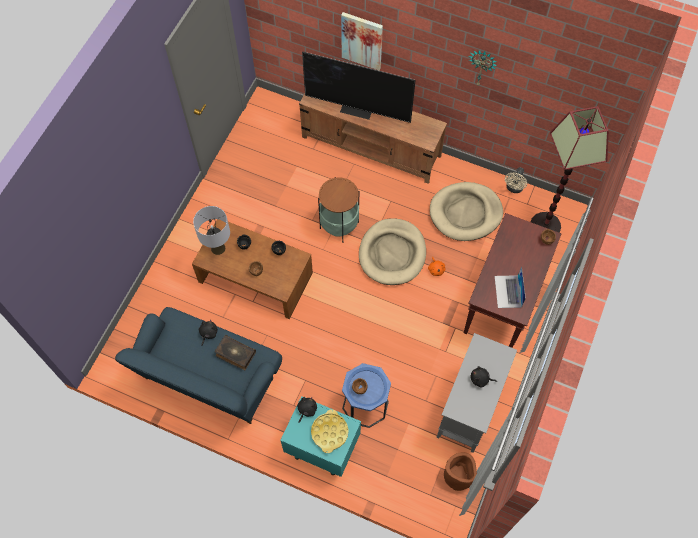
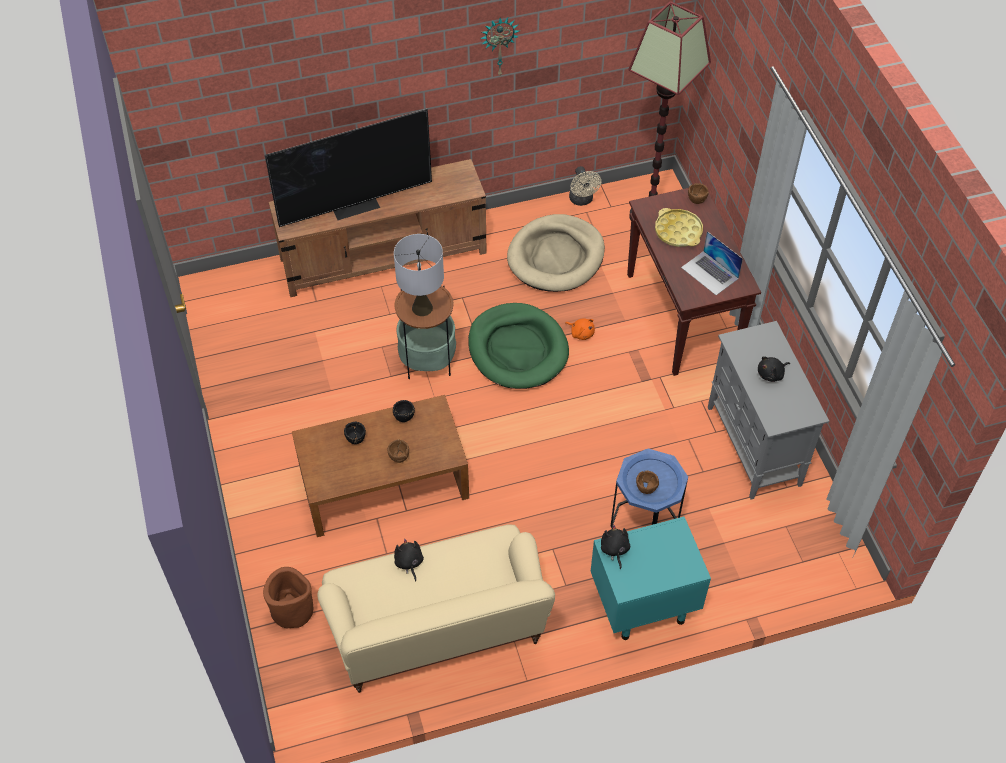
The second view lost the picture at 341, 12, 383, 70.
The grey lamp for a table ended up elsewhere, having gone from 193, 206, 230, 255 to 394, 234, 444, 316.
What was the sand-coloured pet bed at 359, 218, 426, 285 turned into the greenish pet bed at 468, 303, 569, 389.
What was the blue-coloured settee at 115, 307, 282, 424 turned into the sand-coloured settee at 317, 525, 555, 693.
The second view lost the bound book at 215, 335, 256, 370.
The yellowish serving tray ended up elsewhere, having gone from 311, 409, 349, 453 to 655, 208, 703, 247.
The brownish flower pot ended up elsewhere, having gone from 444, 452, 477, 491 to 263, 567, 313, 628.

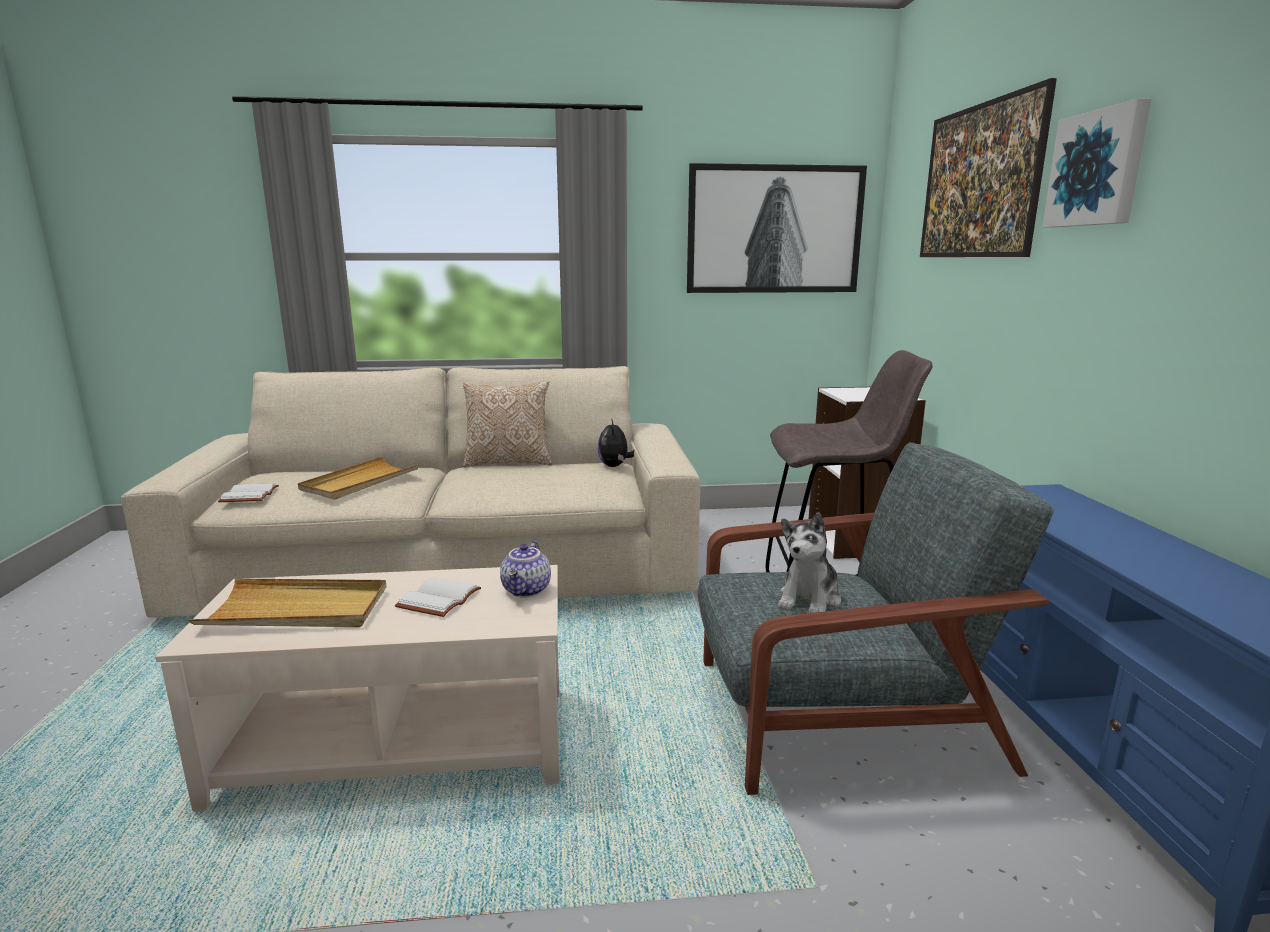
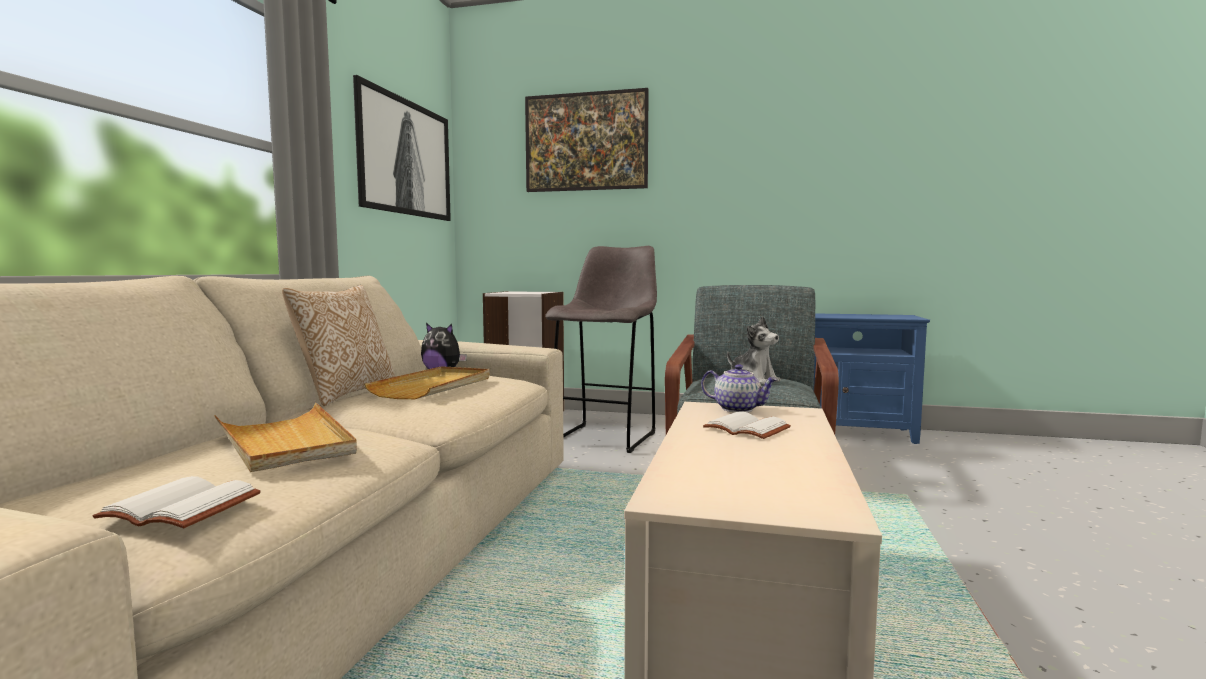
The second view lost the picture at 1042, 98, 1151, 228.
The sand-coloured serving tray ended up elsewhere, having gone from 189, 579, 387, 627 to 364, 366, 490, 399.

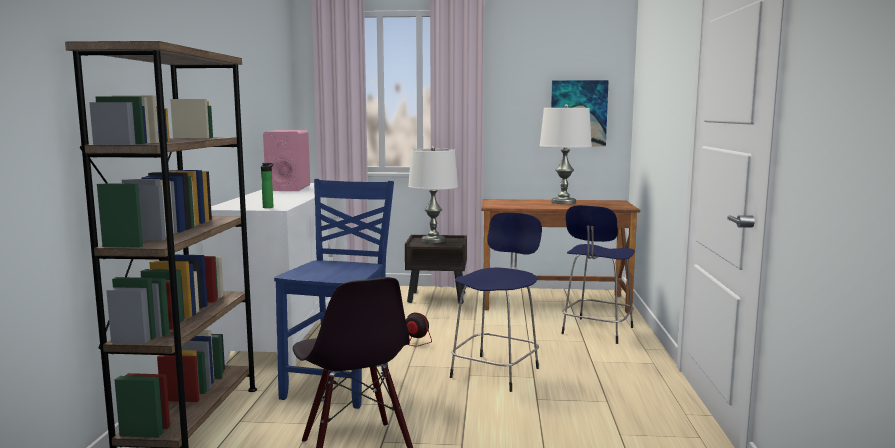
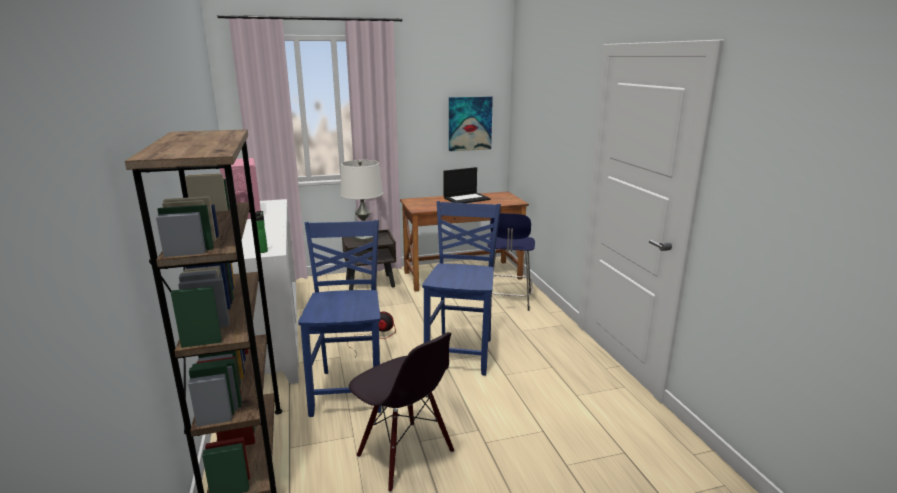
Where the whitish lamp for a table stood at 540, 104, 592, 204, the laptop came to stand at 443, 167, 491, 203.
Where the blue-coloured sitting stool stood at 450, 212, 542, 392, the blue-coloured chair came to stand at 422, 201, 501, 376.

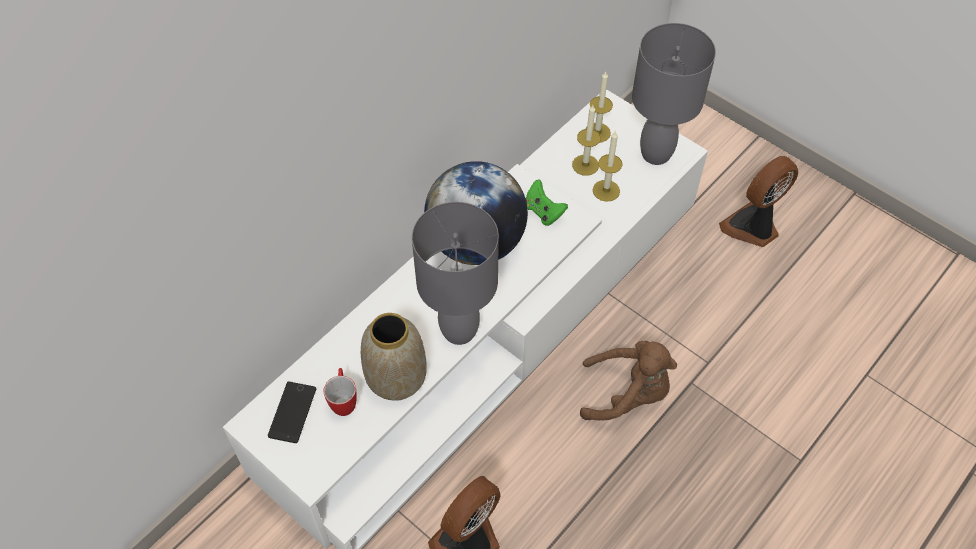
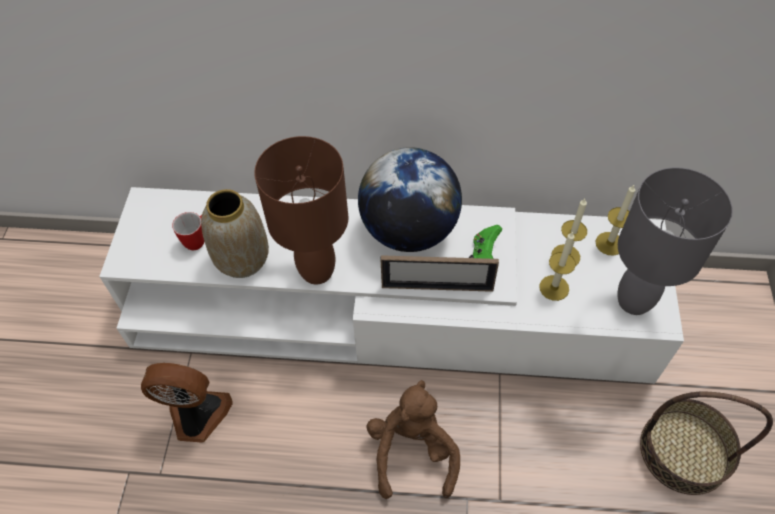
Where the electric fan stood at 719, 156, 798, 247, the storage basket came to stand at 640, 392, 773, 495.
What was the grey lamp for a table at 412, 202, 499, 345 turned into the brownish lamp for a table at 254, 136, 348, 285.
The brownish soft toy at 580, 341, 677, 420 ended up facing another way, 150 degrees counterclockwise from before.
The second view lost the telephone at 268, 382, 316, 443.
The second view gained the picture frame at 381, 255, 499, 292.

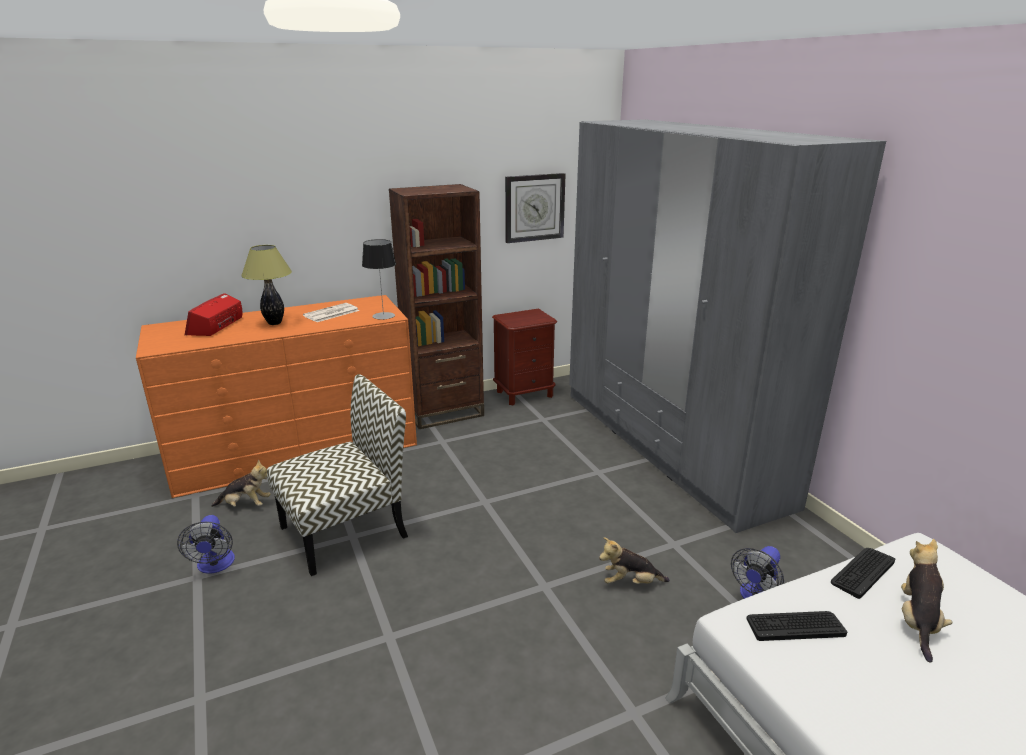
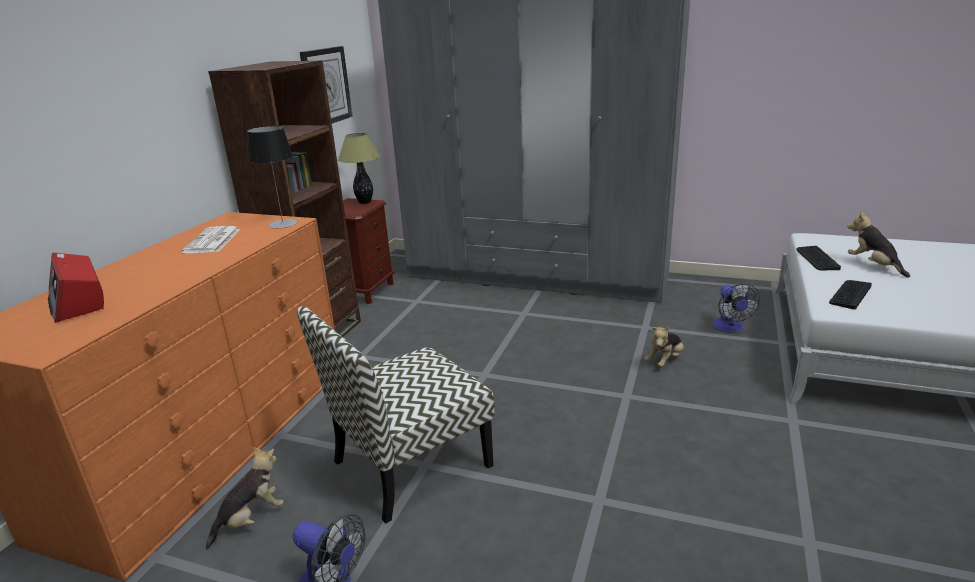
The lamp for a table ended up elsewhere, having gone from 241, 245, 292, 325 to 338, 133, 380, 204.
The chair at 267, 374, 408, 576 ended up facing another way, 135 degrees counterclockwise from before.

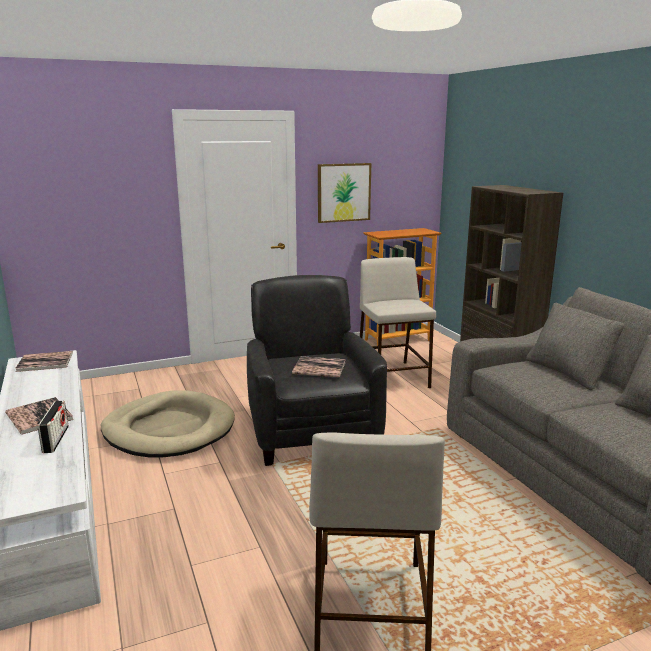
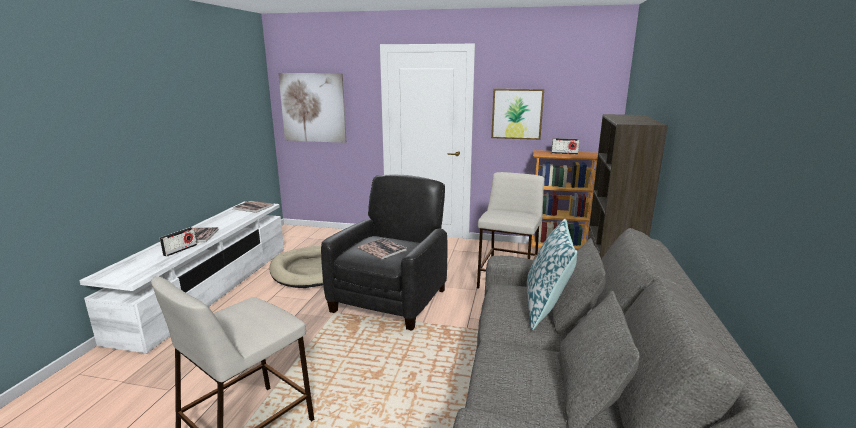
The second view gained the picture at 278, 73, 346, 143.
The second view gained the radio set at 551, 138, 580, 154.
The second view gained the pillow at 527, 219, 577, 330.

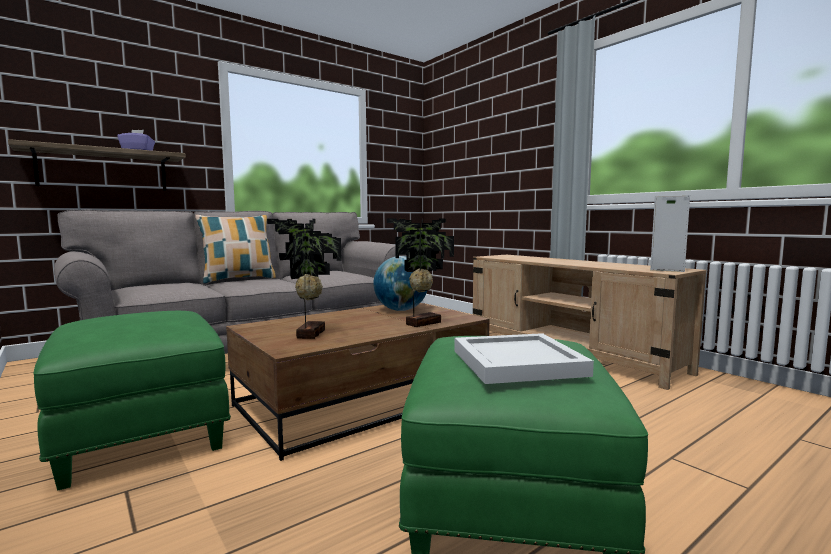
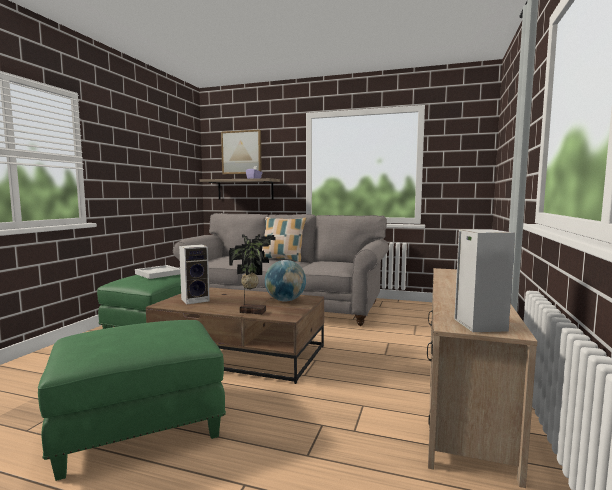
Where the plant in a pot stood at 267, 219, 342, 339, the audio speaker came to stand at 179, 244, 210, 304.
The whitish serving tray ended up elsewhere, having gone from 454, 333, 594, 384 to 135, 265, 180, 279.
The second view gained the picture at 221, 130, 262, 174.

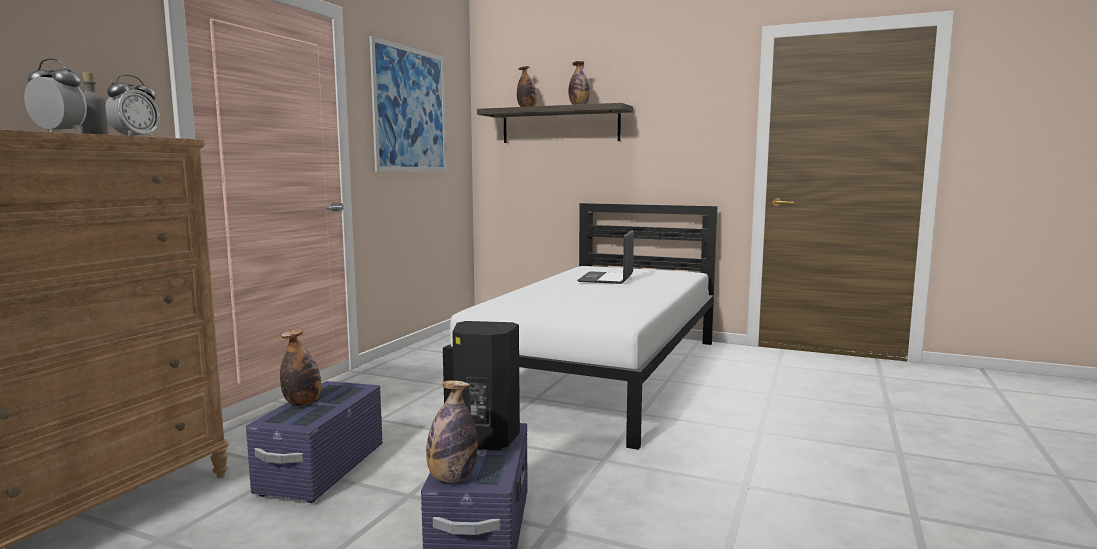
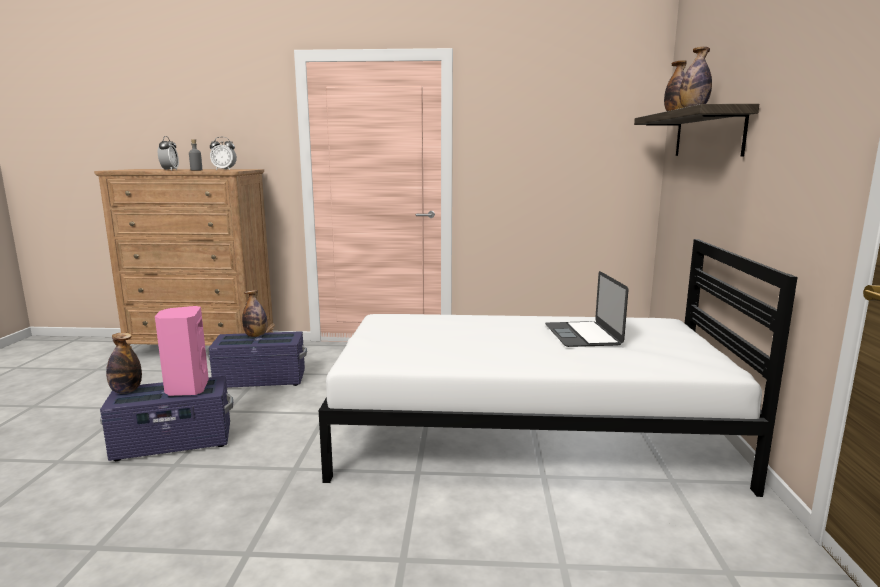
The second view lost the picture at 370, 36, 446, 171.
The laptop at 577, 230, 634, 284 ended up facing another way, 90 degrees counterclockwise from before.
What was the blackish audio speaker at 452, 321, 520, 450 turned into the pinkish audio speaker at 155, 306, 209, 396.

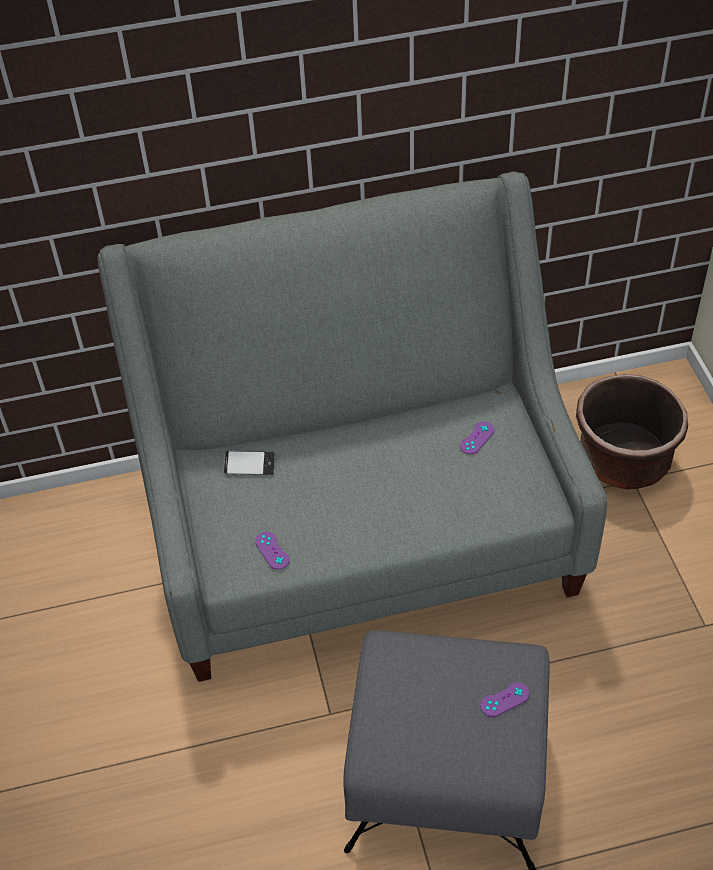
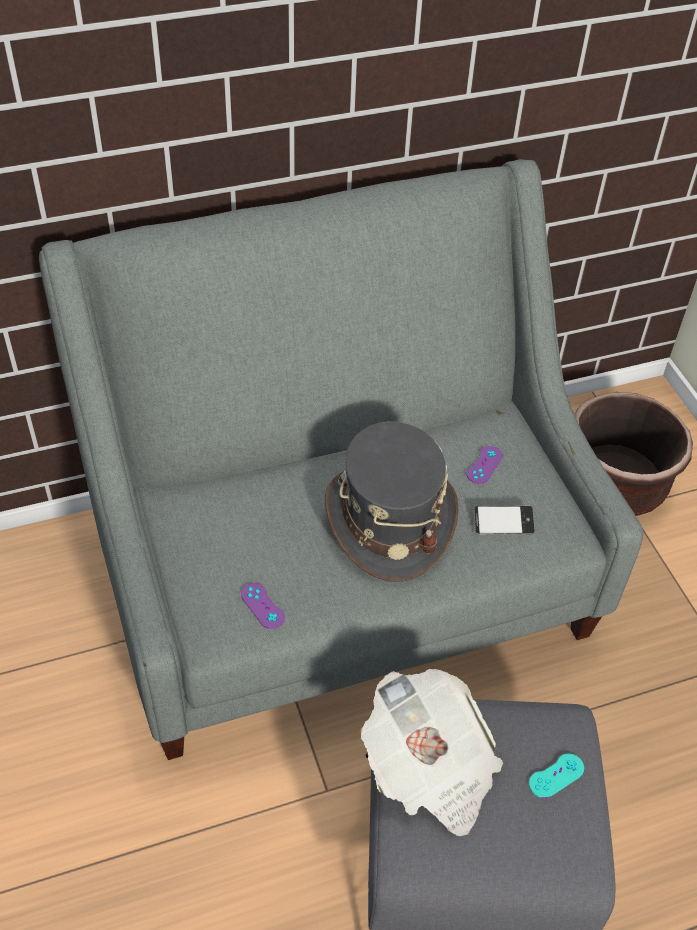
The telephone ended up elsewhere, having gone from 224, 451, 275, 476 to 474, 506, 535, 535.
What was the purple-coloured joypad at 480, 682, 529, 717 turned into the turquoise joypad at 529, 753, 584, 798.
The second view gained the grey clothing hat at 325, 421, 459, 582.
The second view gained the printed paper at 361, 669, 503, 836.

